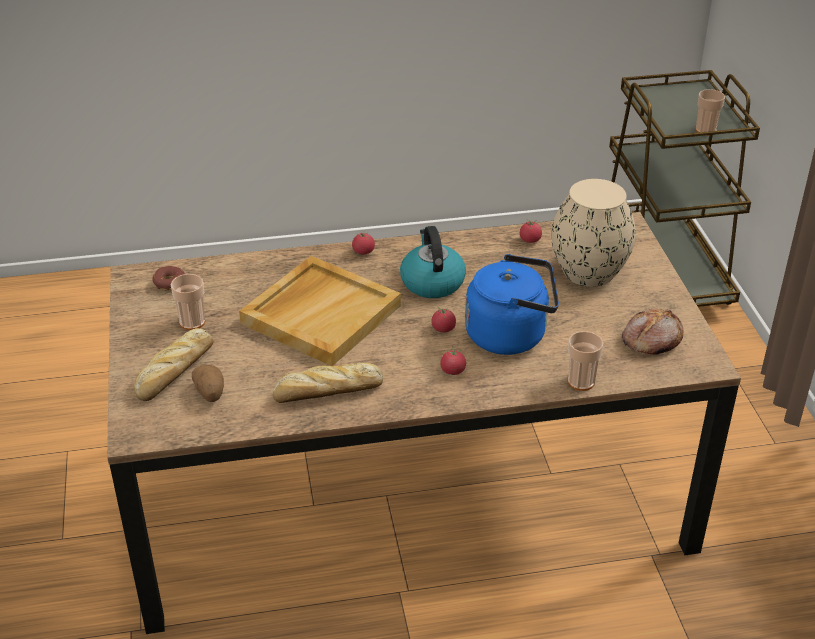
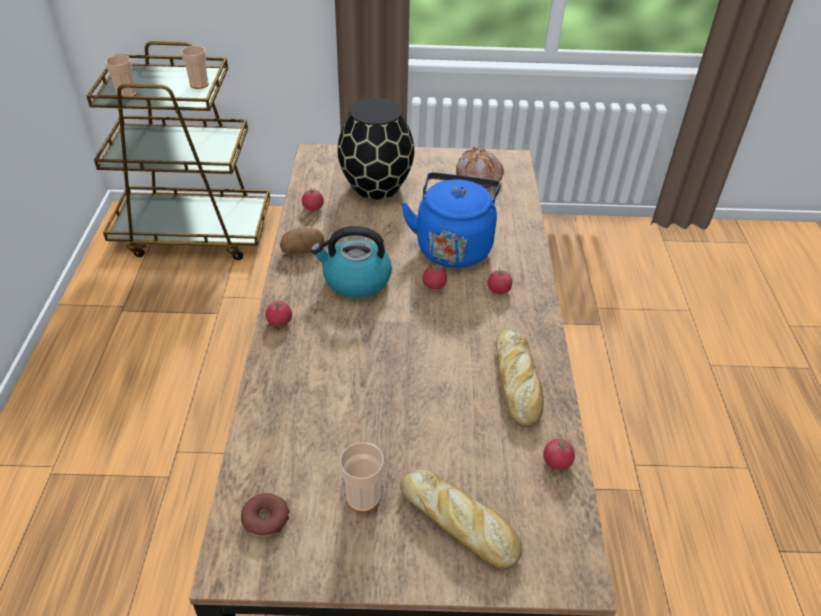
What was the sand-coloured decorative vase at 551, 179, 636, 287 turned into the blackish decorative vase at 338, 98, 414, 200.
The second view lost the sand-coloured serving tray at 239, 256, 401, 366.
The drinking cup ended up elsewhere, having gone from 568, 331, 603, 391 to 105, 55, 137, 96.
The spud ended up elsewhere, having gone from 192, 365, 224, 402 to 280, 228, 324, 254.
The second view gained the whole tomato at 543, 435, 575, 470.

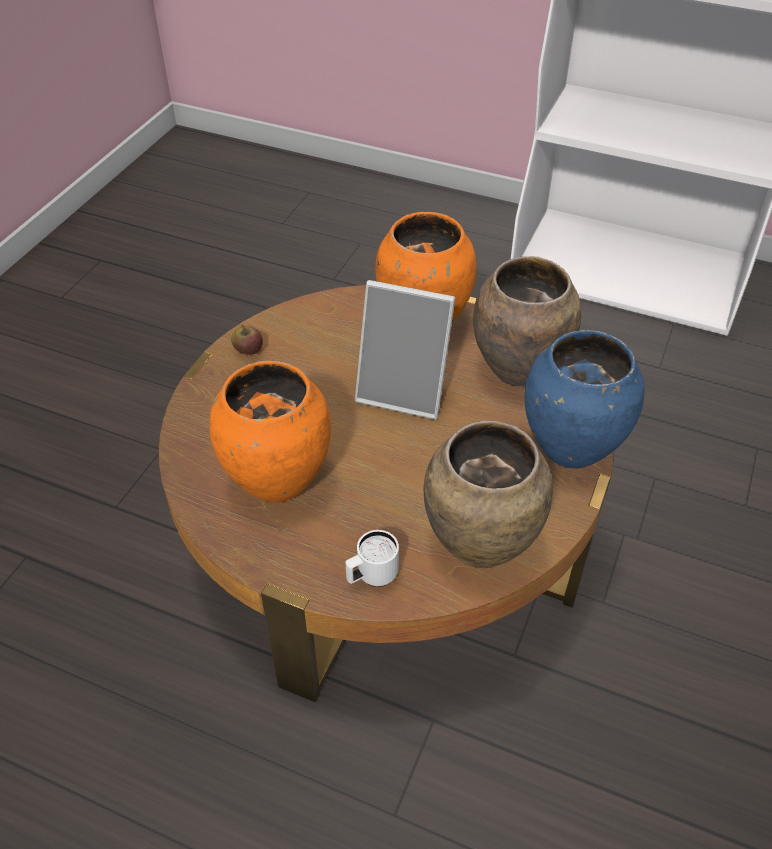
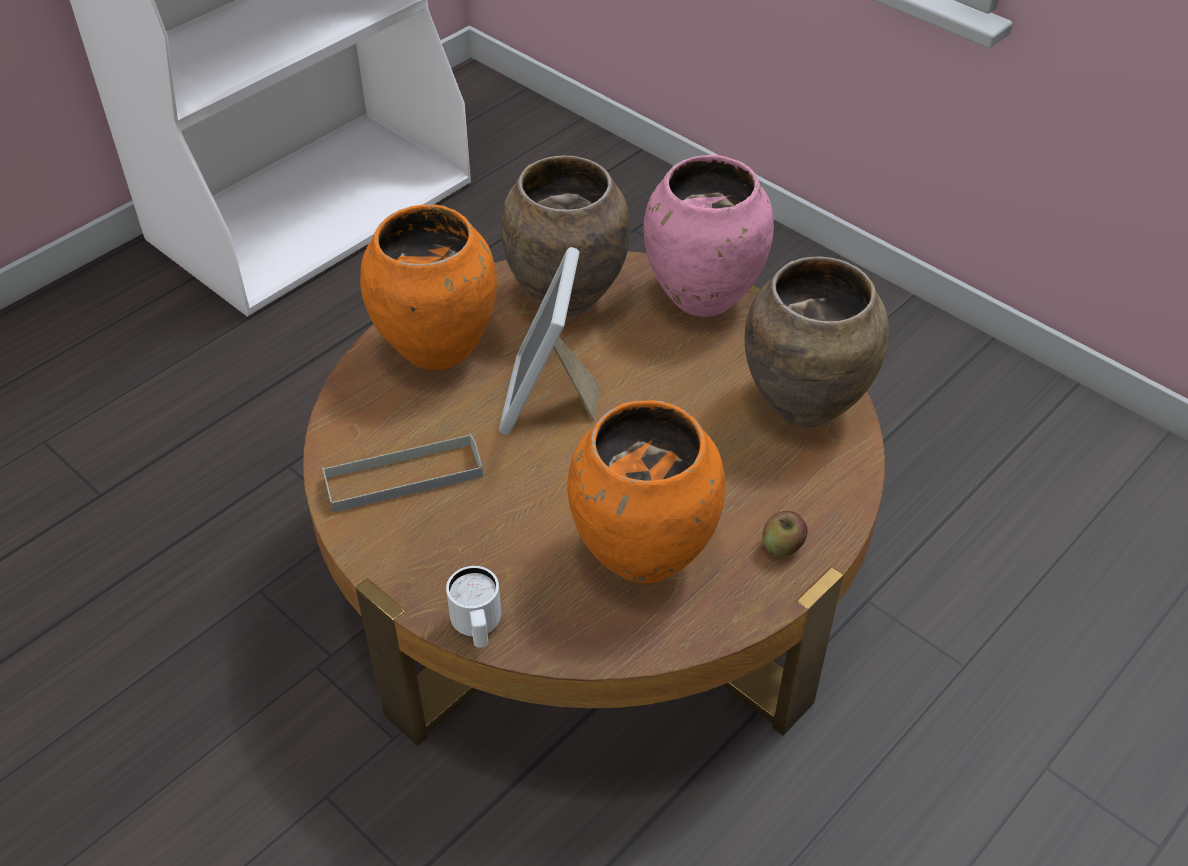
The picture frame at 355, 280, 455, 420 ended up facing another way, 150 degrees clockwise from before.
The apple fruit ended up elsewhere, having gone from 231, 325, 263, 355 to 762, 511, 808, 556.
What was the blue-coloured decorative vase at 525, 330, 645, 468 turned into the pinkish decorative vase at 643, 155, 774, 317.
The whitish tea mug ended up elsewhere, having gone from 345, 530, 399, 587 to 446, 566, 501, 648.
The second view gained the grey serving tray at 322, 433, 483, 513.

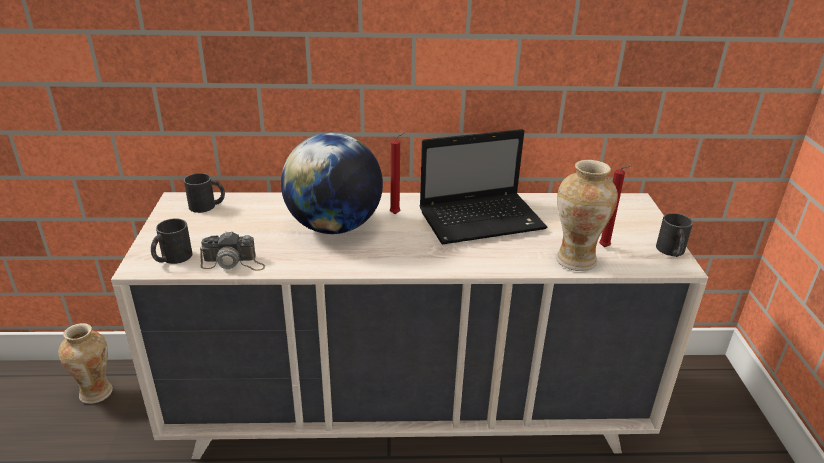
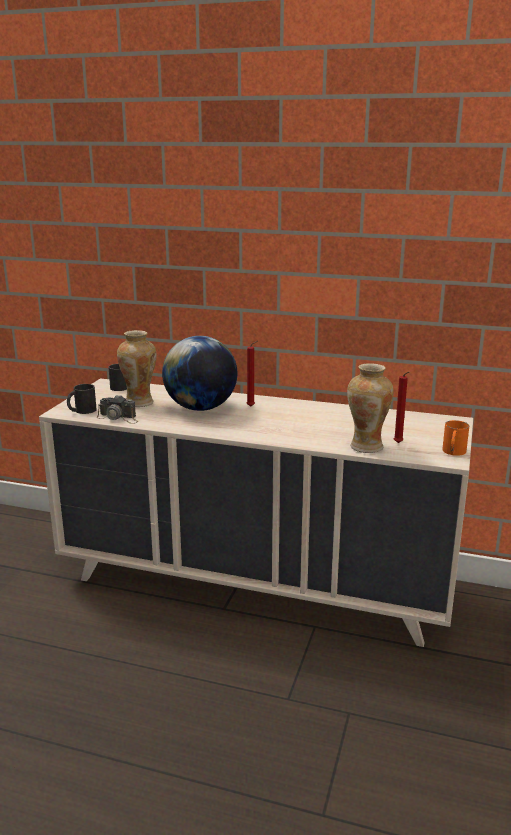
The second view lost the laptop at 419, 129, 547, 244.
What was the blackish tea mug at 656, 213, 693, 257 turned into the orange-coloured tea mug at 442, 420, 469, 456.
The decorative vase ended up elsewhere, having gone from 58, 323, 113, 404 to 117, 330, 157, 407.

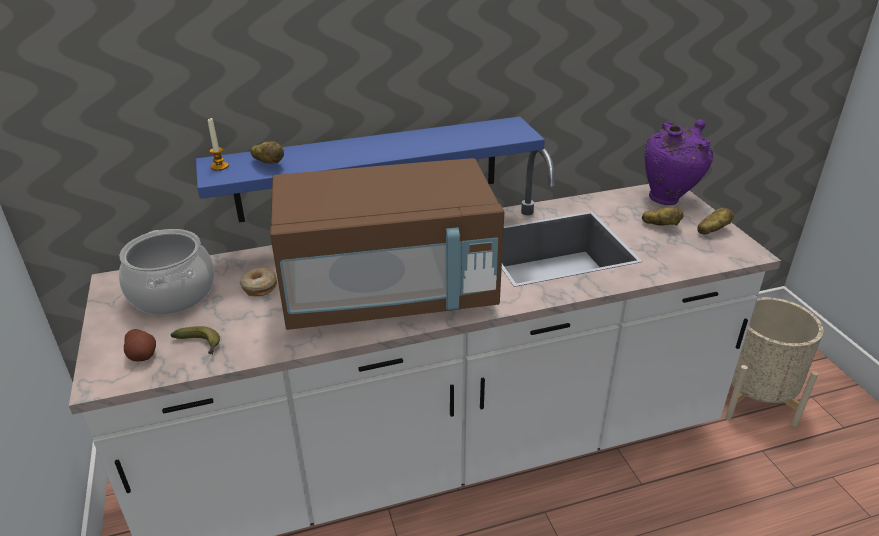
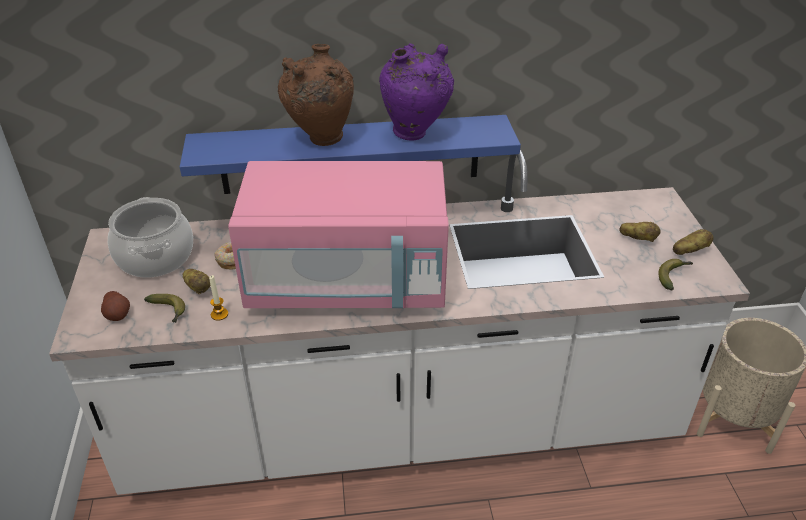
The wax light ended up elsewhere, having gone from 208, 118, 229, 171 to 209, 275, 228, 321.
The purple-coloured decorative vase ended up elsewhere, having gone from 645, 119, 713, 205 to 379, 43, 454, 141.
The spud ended up elsewhere, having gone from 250, 141, 284, 164 to 183, 269, 210, 294.
What was the brownish microwave at 270, 158, 505, 330 turned into the pinkish microwave at 228, 161, 449, 308.
The second view gained the brownish decorative vase at 278, 44, 354, 146.
The second view gained the banana at 659, 259, 693, 290.

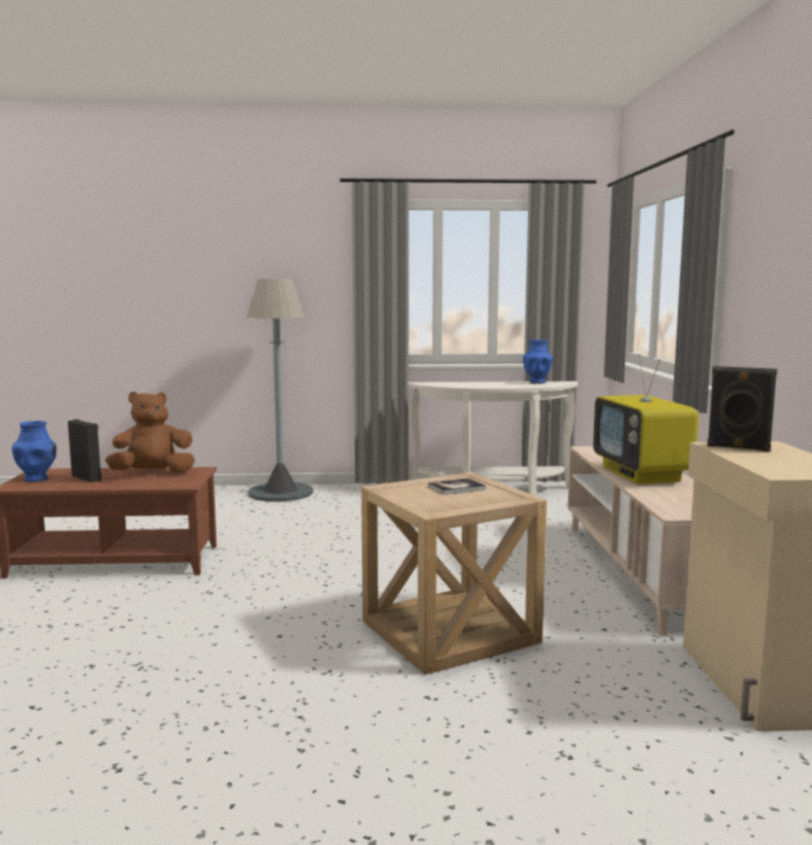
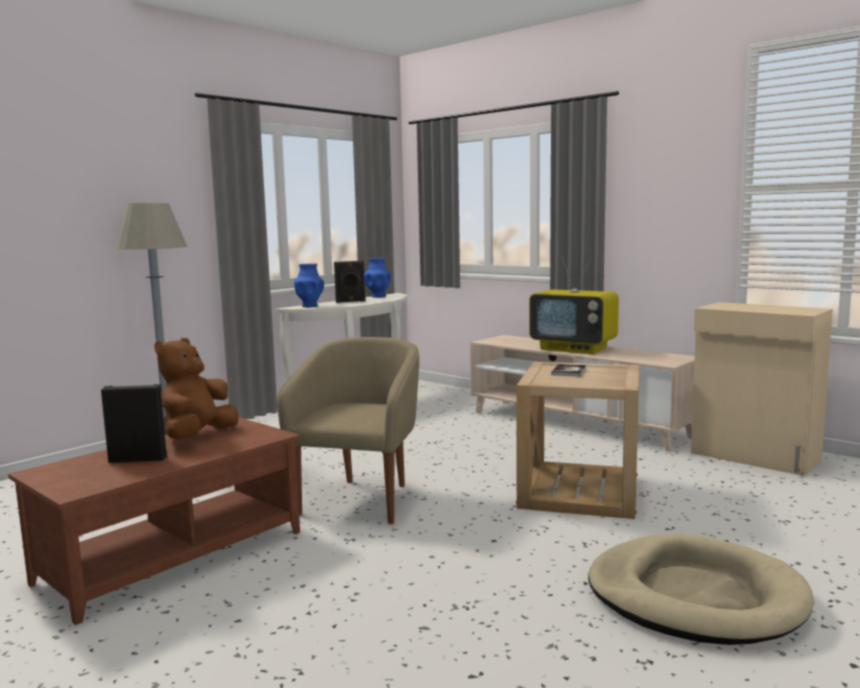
The blackish audio speaker ended up elsewhere, having gone from 707, 366, 777, 452 to 334, 261, 366, 303.
The blue-coloured decorative vase ended up elsewhere, having gone from 12, 421, 56, 482 to 294, 263, 324, 307.
The second view gained the sand-coloured easy chair at 277, 337, 419, 524.
The second view gained the sand-coloured pet bed at 588, 534, 815, 645.

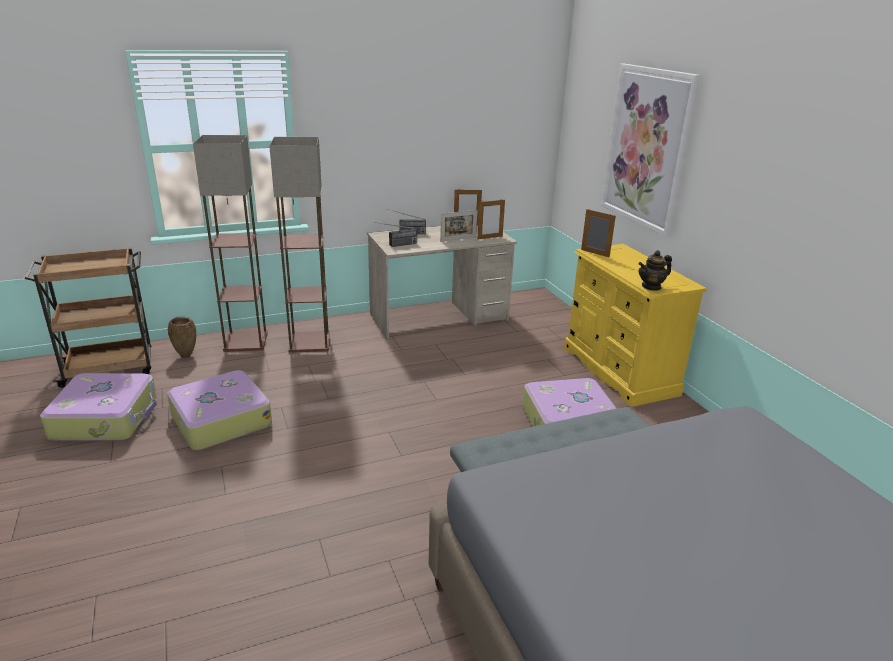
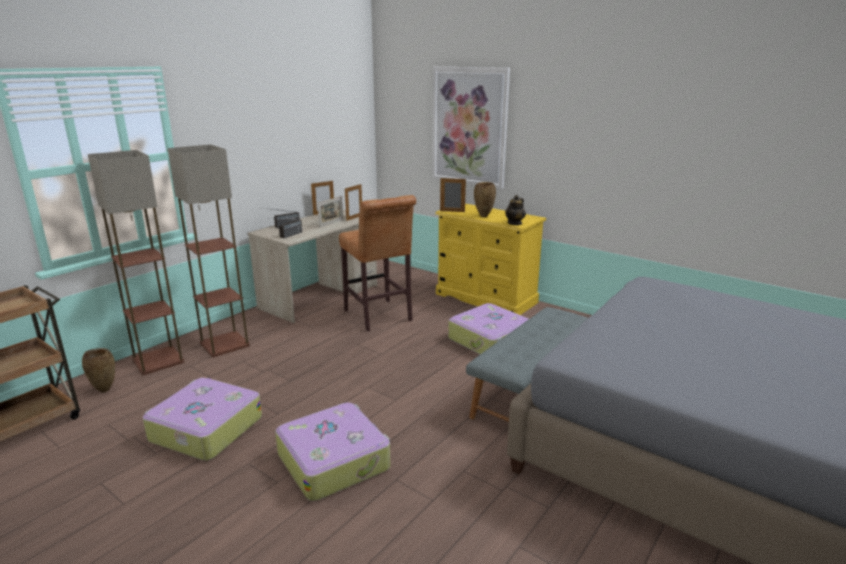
The travel case ended up elsewhere, having gone from 40, 373, 157, 441 to 275, 403, 390, 501.
The second view gained the brownish decorative vase at 474, 182, 496, 217.
The second view gained the brownish sitting stool at 339, 195, 416, 332.

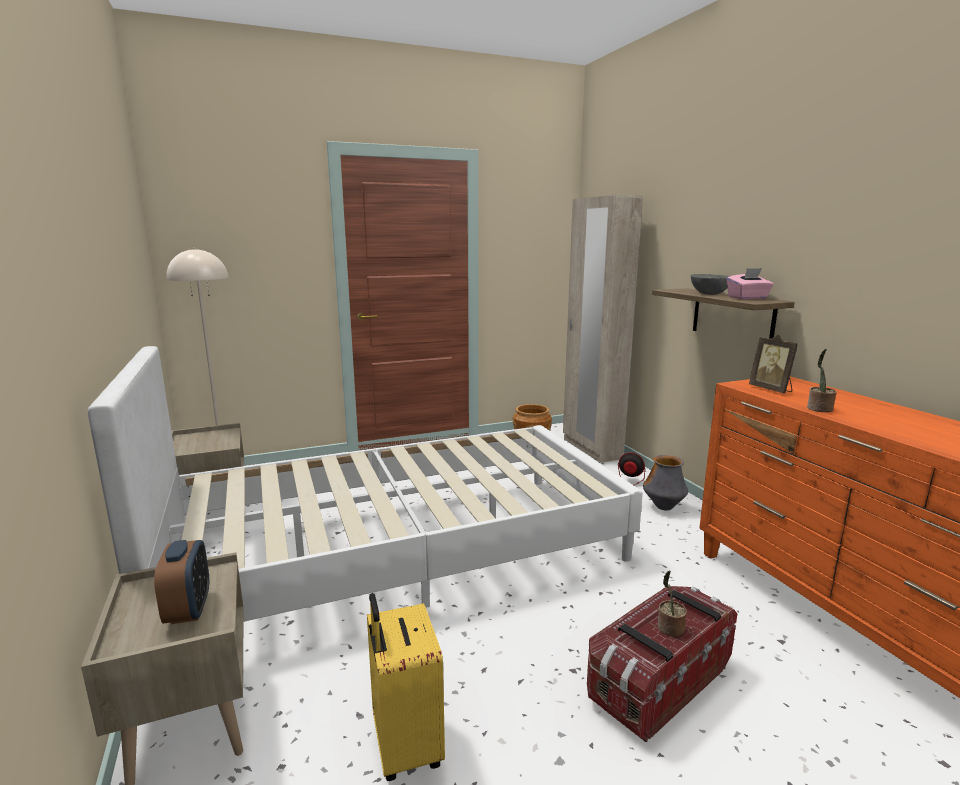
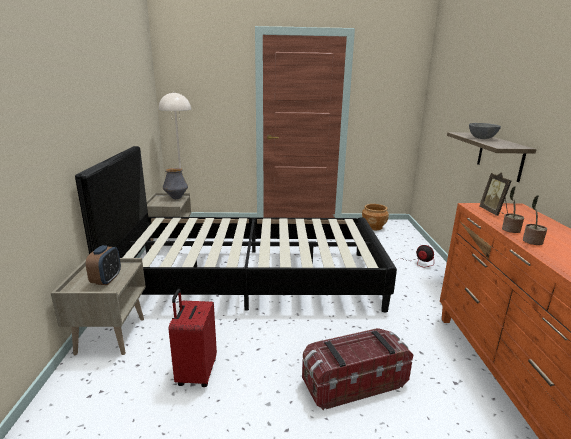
The second view lost the sand-coloured wardrobe at 563, 195, 643, 463.
The second view lost the pinkish tissue box at 726, 268, 774, 300.
What was the whitish bed at 88, 346, 643, 622 turned into the blackish bed at 75, 146, 397, 312.
The decorative vase ended up elsewhere, having gone from 643, 455, 688, 511 to 163, 168, 188, 199.
The plant in a pot ended up elsewhere, having gone from 658, 570, 687, 637 to 523, 195, 547, 245.
What was the yellowish travel case at 367, 593, 445, 781 turned into the reddish travel case at 168, 289, 217, 387.

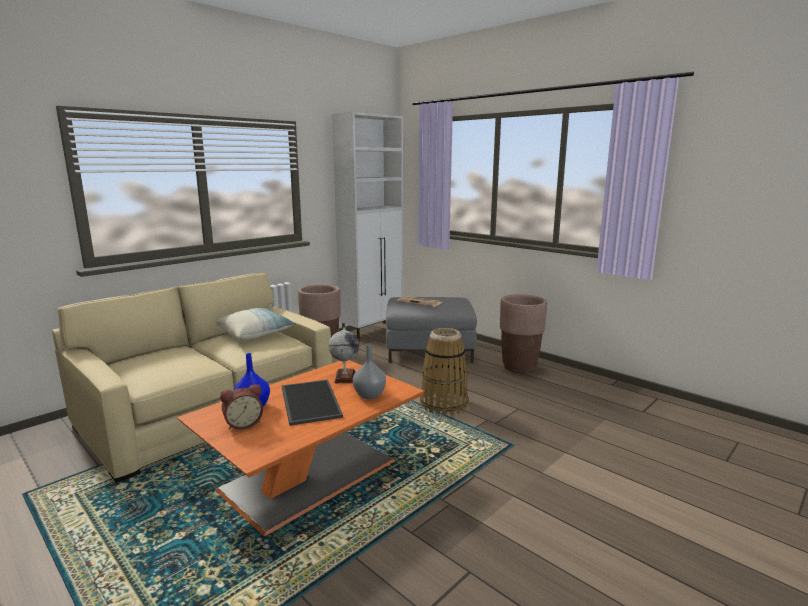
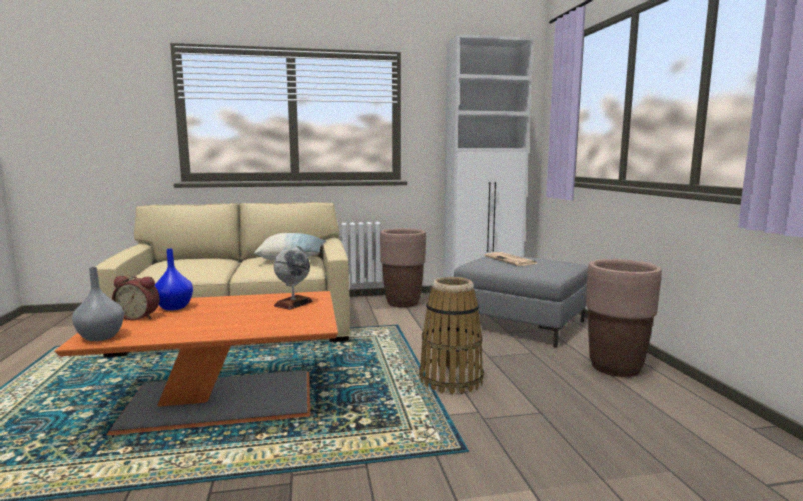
The grey decorative vase ended up elsewhere, having gone from 353, 344, 386, 399 to 72, 267, 124, 341.
The second view lost the serving tray at 282, 380, 343, 426.

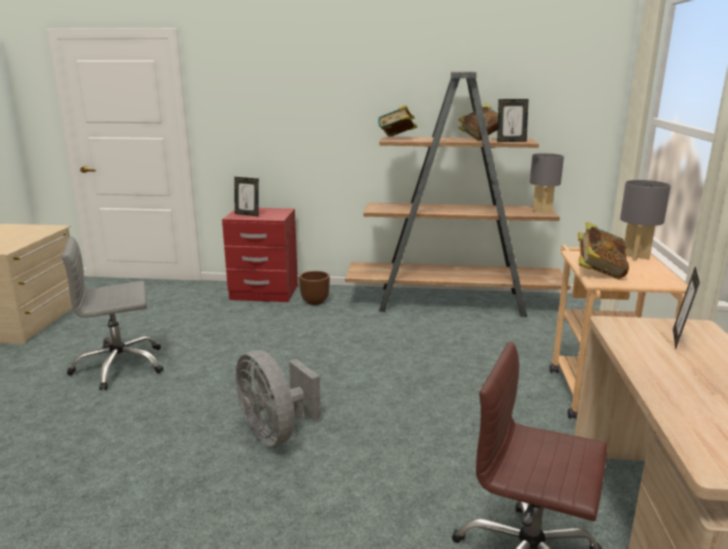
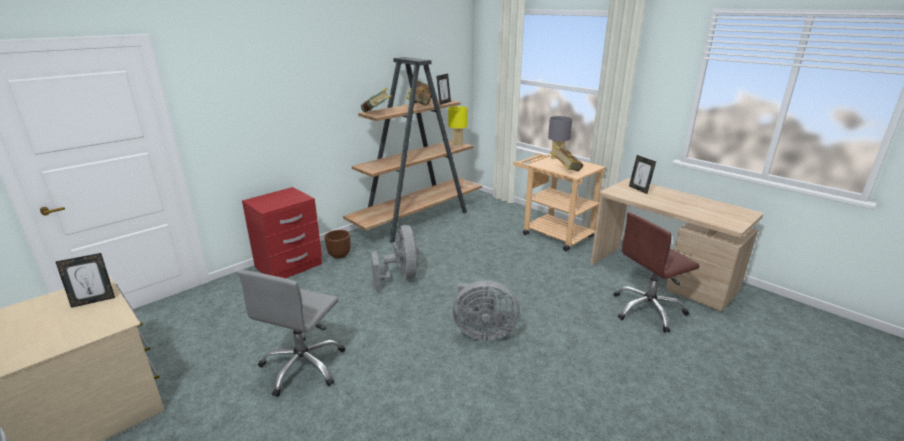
What was the grey lamp for a table at 530, 153, 564, 214 turned into the yellowish lamp for a table at 448, 106, 468, 146.
The picture frame ended up elsewhere, having gone from 235, 177, 259, 216 to 56, 253, 115, 308.
The second view gained the grey electric fan at 371, 225, 419, 291.

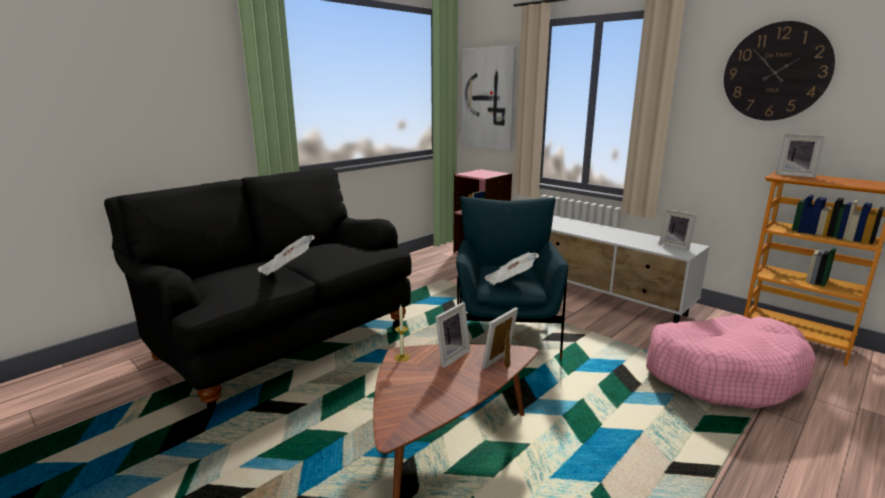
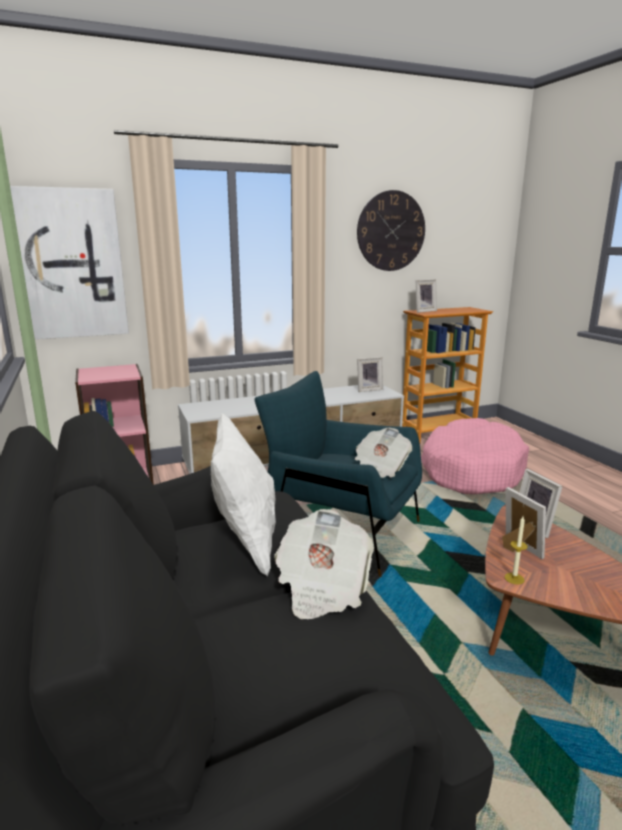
The second view gained the whitish pillow at 211, 412, 276, 577.

